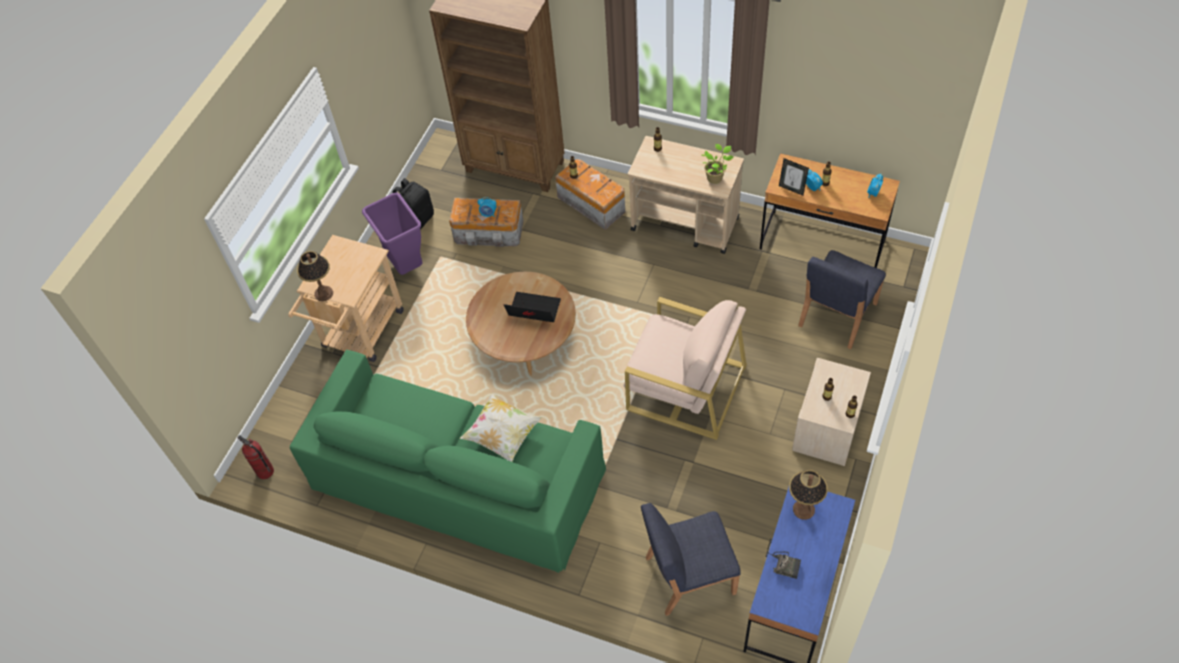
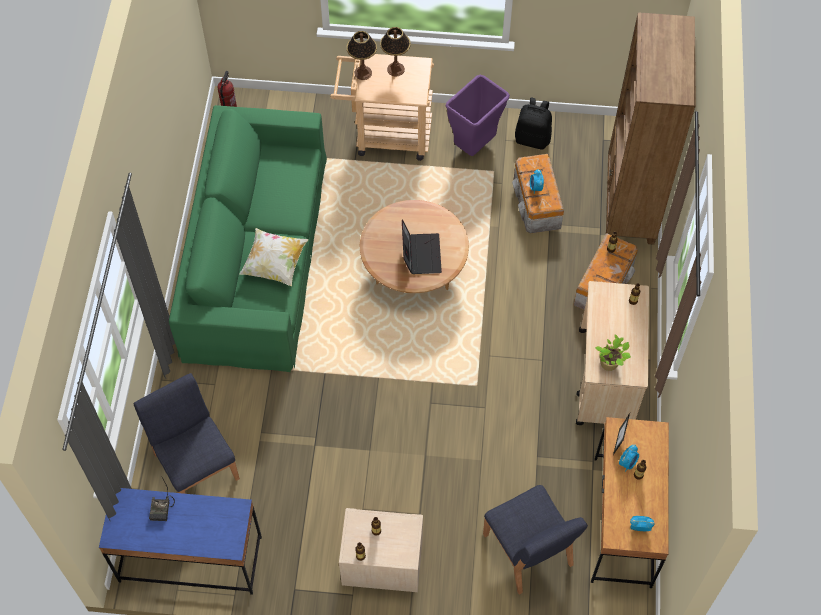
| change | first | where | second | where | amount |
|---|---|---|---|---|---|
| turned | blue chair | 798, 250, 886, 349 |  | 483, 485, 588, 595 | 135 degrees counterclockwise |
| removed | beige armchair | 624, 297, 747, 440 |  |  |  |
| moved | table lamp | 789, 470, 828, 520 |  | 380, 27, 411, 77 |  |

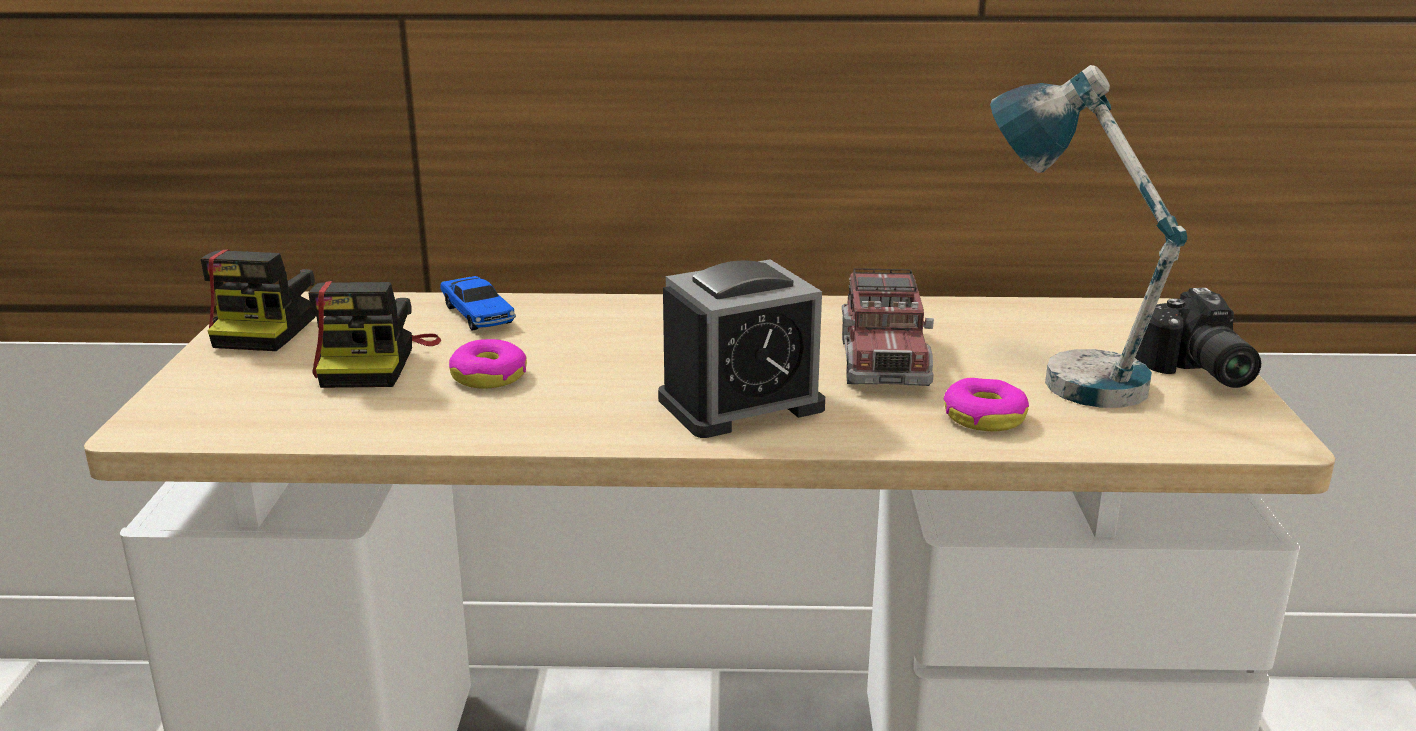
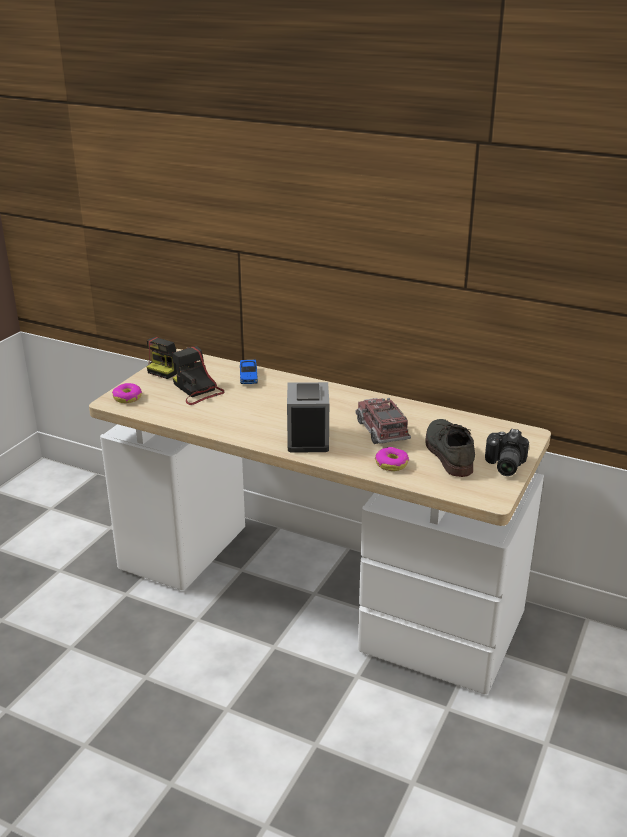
| change | first | where | second | where | amount |
|---|---|---|---|---|---|
| replaced | table lamp | 990, 65, 1187, 408 | grey shoe | 425, 419, 475, 477 |  |
| turned | alarm clock | 658, 259, 825, 438 |  | 287, 382, 329, 452 | 90 degrees counterclockwise |
| turned | toy truck | 842, 268, 934, 386 |  | 355, 398, 411, 444 | 135 degrees clockwise |
| turned | photo camera | 308, 281, 441, 388 |  | 172, 346, 225, 405 | 120 degrees clockwise |
| moved | donut | 449, 339, 527, 389 |  | 112, 383, 142, 403 |  |

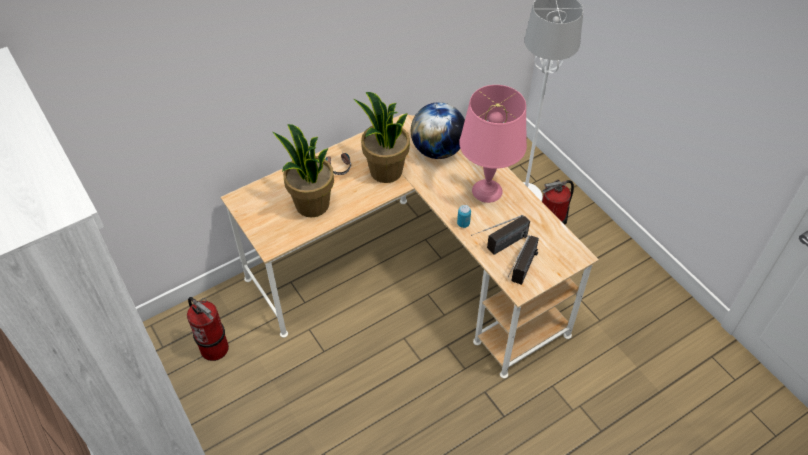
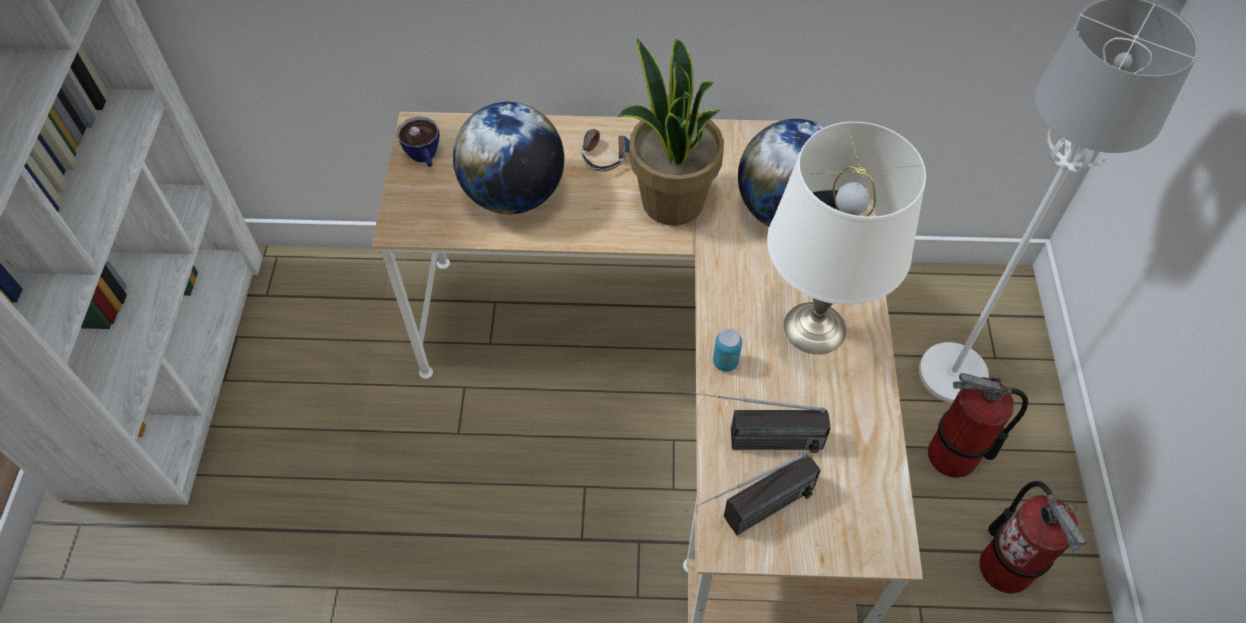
| change | first | where | second | where | amount |
|---|---|---|---|---|---|
| recoloured | pink table lamp | 459, 85, 527, 203 | white table lamp | 767, 122, 926, 355 |  |
| replaced | potted plant | 272, 124, 334, 218 | globe | 453, 102, 564, 214 |  |
| moved | fire extinguisher | 187, 297, 229, 361 |  | 980, 481, 1086, 593 |  |
| added |  |  | cup | 397, 117, 439, 167 |  |

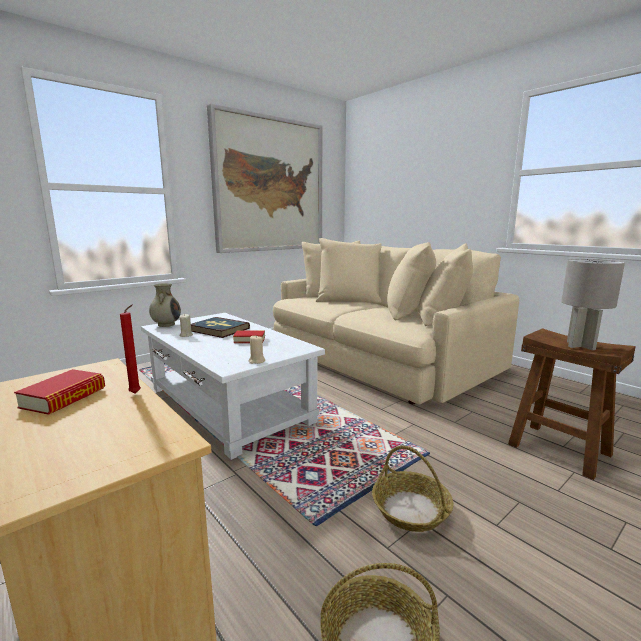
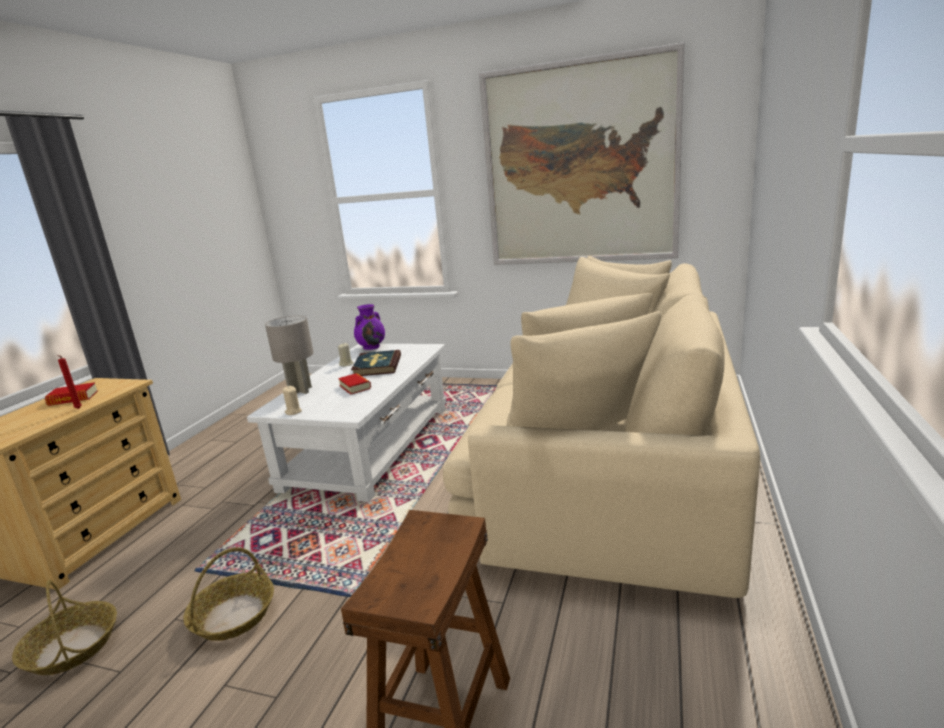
| change | first | where | second | where | amount |
|---|---|---|---|---|---|
| moved | grey table lamp | 561, 259, 625, 350 |  | 265, 316, 314, 394 |  |
| recoloured | beige vase | 149, 283, 181, 327 | purple vase | 354, 304, 385, 350 |  |

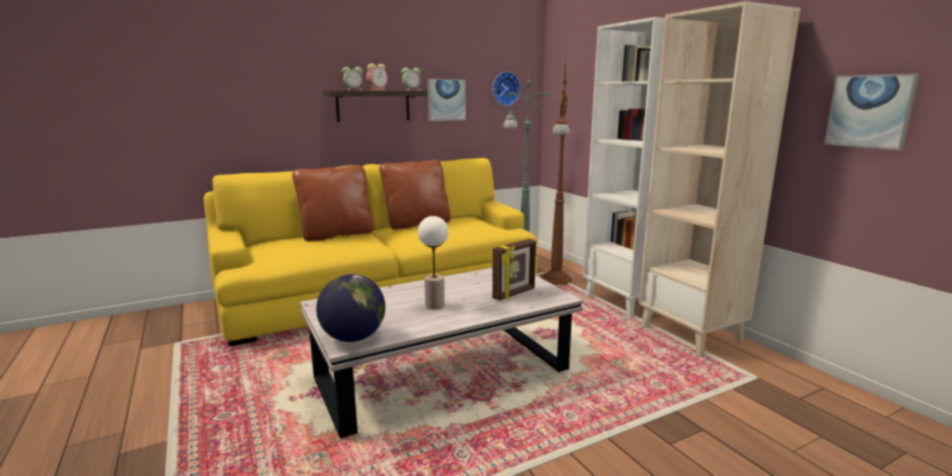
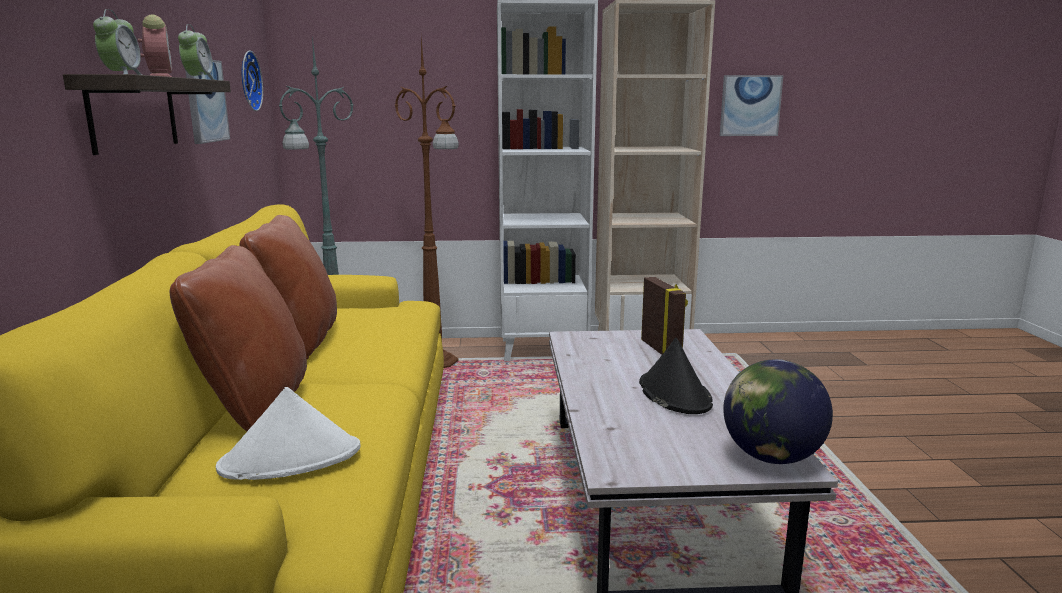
| change | first | where | second | where | amount |
|---|---|---|---|---|---|
| replaced | table lamp | 418, 216, 448, 309 | black hat | 639, 338, 713, 414 |  |
| added |  |  | white hat | 216, 387, 361, 480 |  |

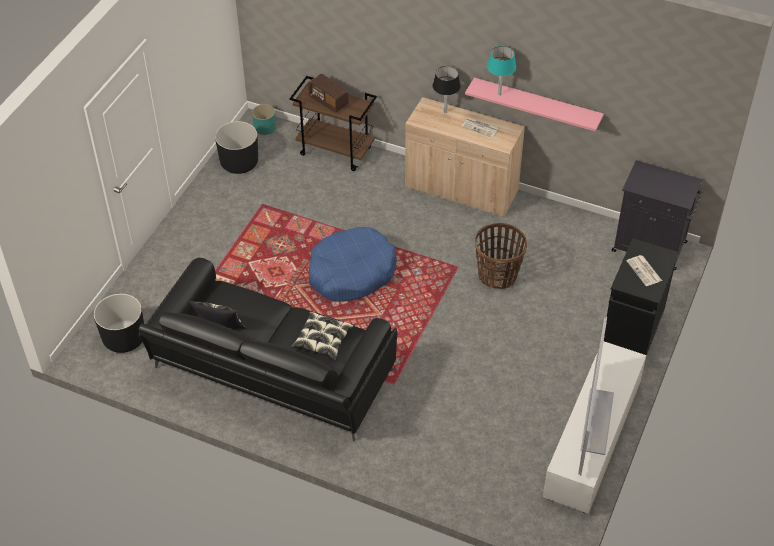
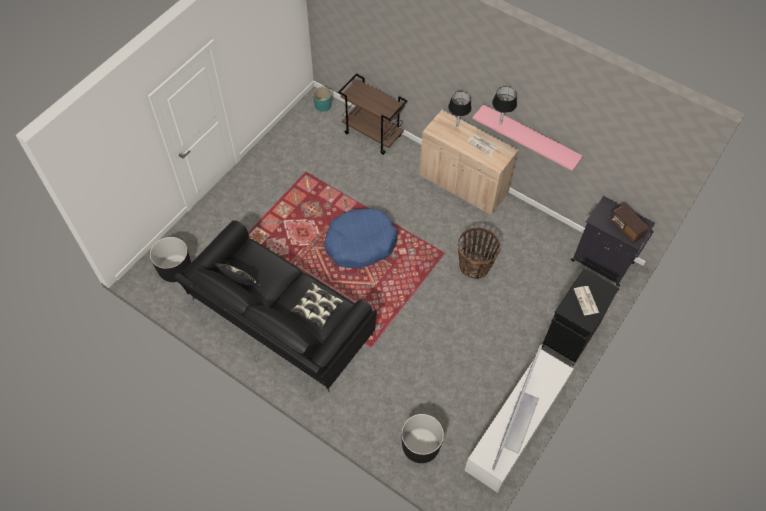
| change | first | where | second | where | amount |
|---|---|---|---|---|---|
| recoloured | turquoise table lamp | 487, 46, 516, 95 | black table lamp | 492, 86, 517, 125 |  |
| moved | radio | 308, 73, 348, 113 |  | 609, 204, 649, 244 |  |
| moved | black planter | 215, 121, 258, 174 |  | 401, 414, 444, 463 |  |

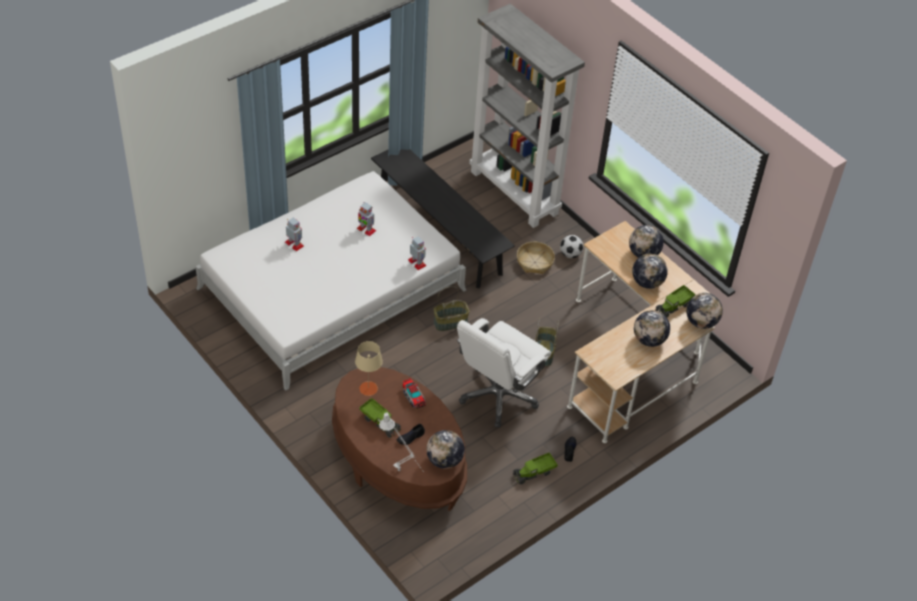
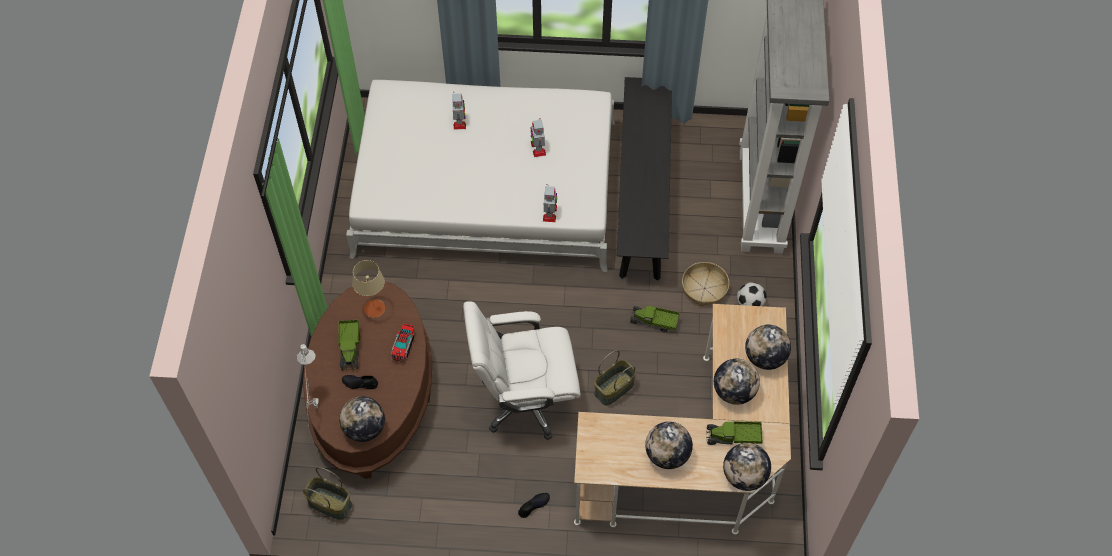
| change | first | where | second | where | amount |
|---|---|---|---|---|---|
| moved | basket | 434, 286, 470, 331 |  | 303, 467, 352, 520 |  |
| moved | toy truck | 513, 452, 558, 484 |  | 630, 306, 680, 332 |  |

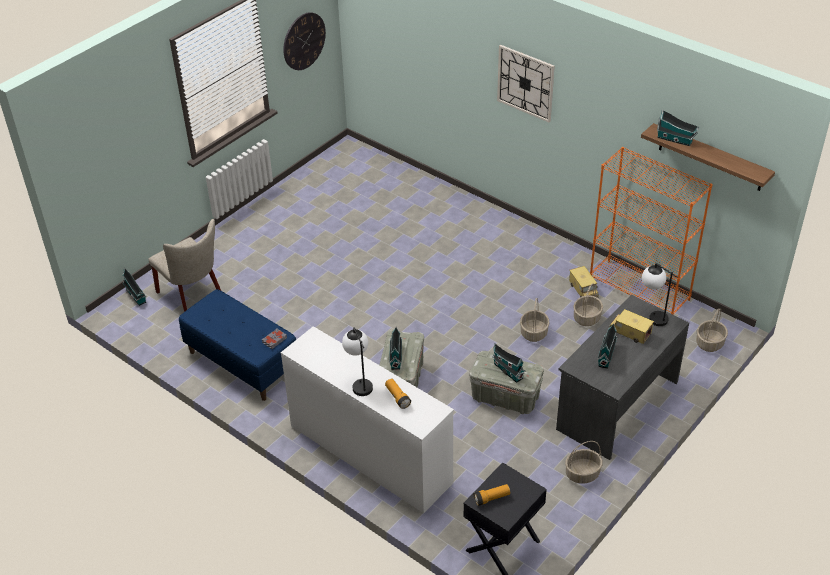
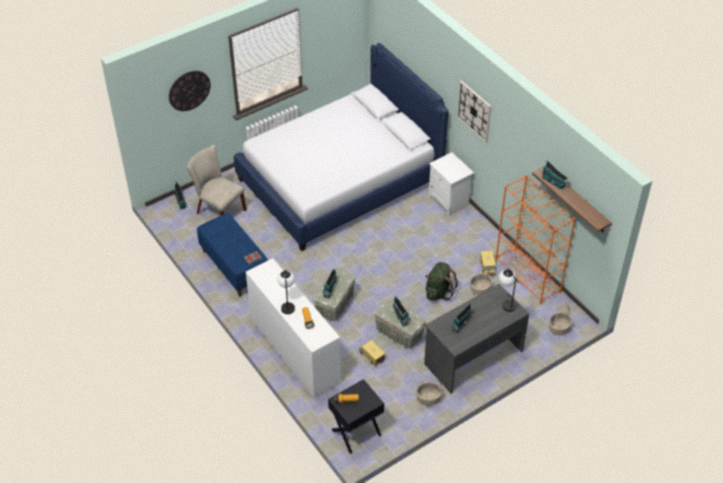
| change | first | where | second | where | amount |
|---|---|---|---|---|---|
| moved | wall clock | 283, 12, 326, 70 |  | 169, 71, 211, 111 |  |
| turned | beige chair | 148, 219, 221, 312 |  | 187, 145, 246, 216 | 150 degrees clockwise |
| replaced | basket | 520, 298, 549, 342 | green backpack | 425, 262, 458, 301 |  |
| moved | toy truck | 609, 309, 654, 344 |  | 359, 340, 386, 366 |  |
| added |  |  | bed | 234, 43, 448, 251 |  |
| added |  |  | white nightstand | 428, 152, 474, 217 |  |

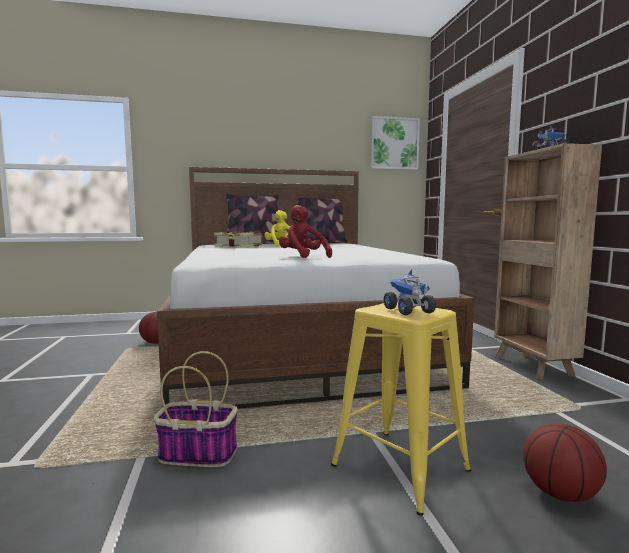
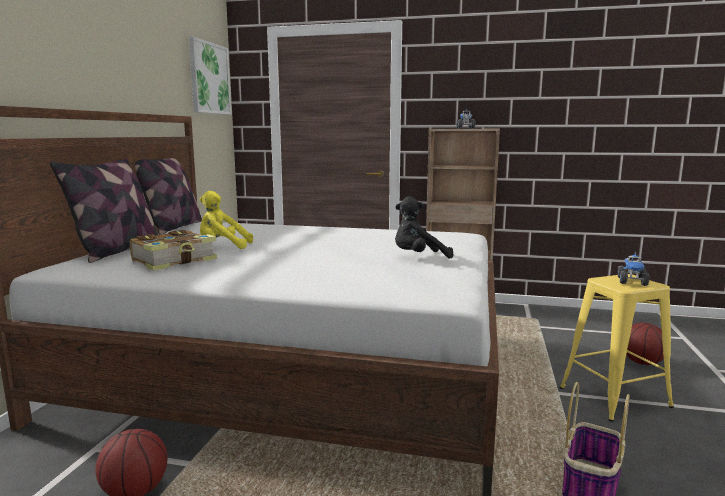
| change | first | where | second | where | amount |
|---|---|---|---|---|---|
| recoloured | red plush toy | 279, 205, 332, 258 | black plush toy | 395, 196, 454, 259 |  |
| turned | toy truck | 383, 270, 436, 315 |  | 617, 251, 649, 286 | 75 degrees counterclockwise |

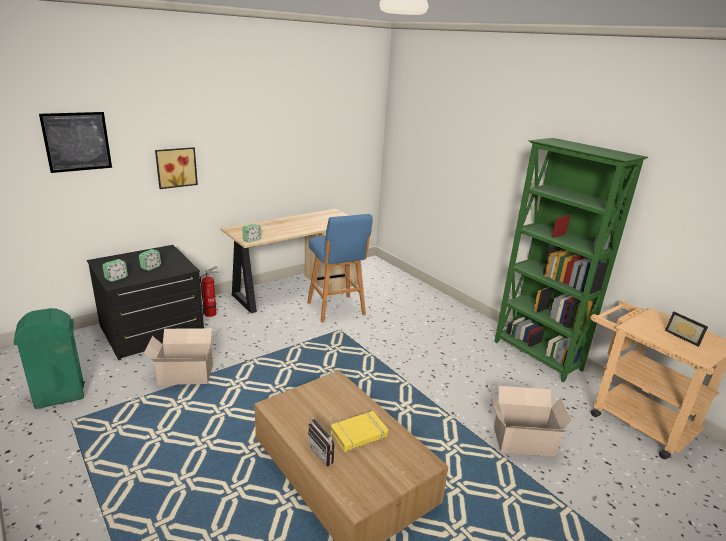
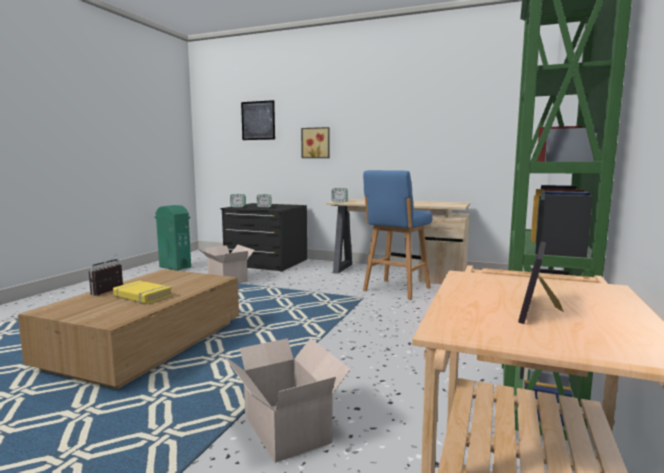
| change | first | where | second | where | amount |
|---|---|---|---|---|---|
| removed | fire extinguisher | 200, 266, 218, 317 |  |  |  |

